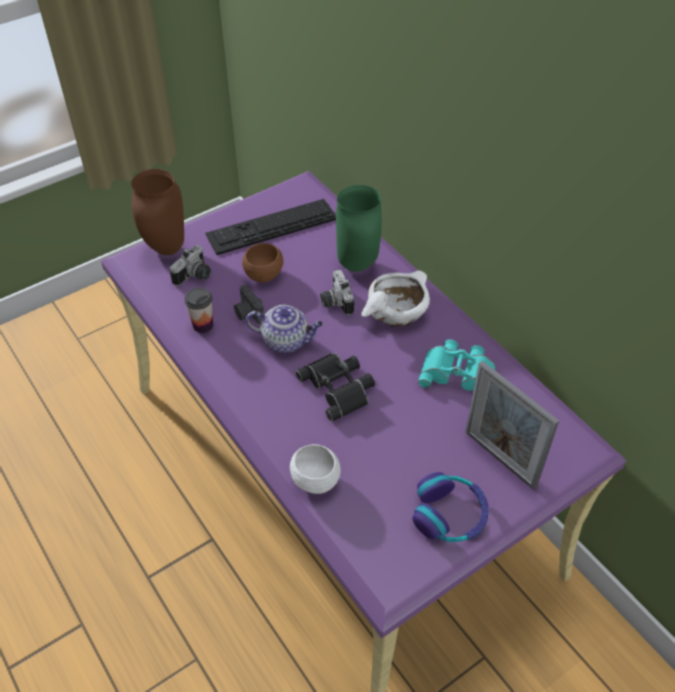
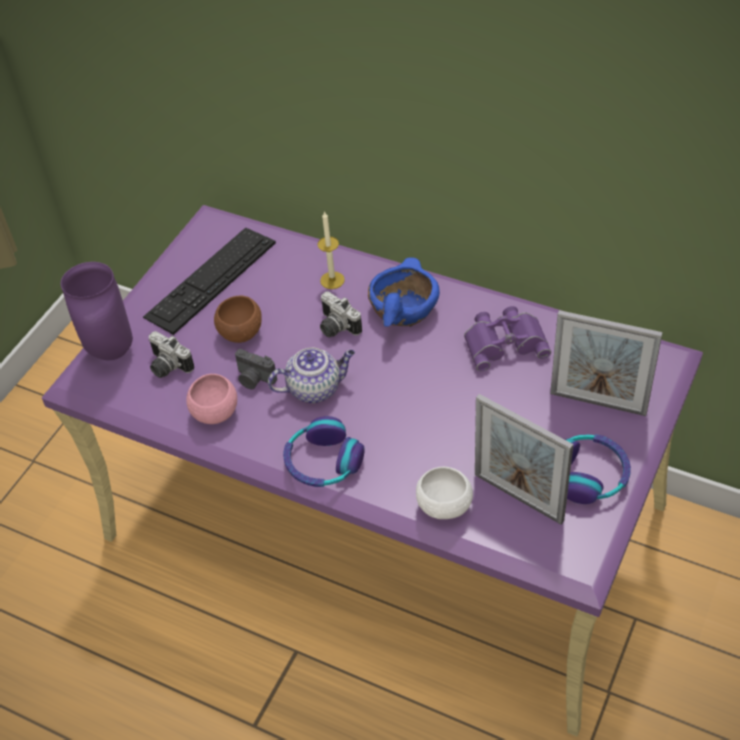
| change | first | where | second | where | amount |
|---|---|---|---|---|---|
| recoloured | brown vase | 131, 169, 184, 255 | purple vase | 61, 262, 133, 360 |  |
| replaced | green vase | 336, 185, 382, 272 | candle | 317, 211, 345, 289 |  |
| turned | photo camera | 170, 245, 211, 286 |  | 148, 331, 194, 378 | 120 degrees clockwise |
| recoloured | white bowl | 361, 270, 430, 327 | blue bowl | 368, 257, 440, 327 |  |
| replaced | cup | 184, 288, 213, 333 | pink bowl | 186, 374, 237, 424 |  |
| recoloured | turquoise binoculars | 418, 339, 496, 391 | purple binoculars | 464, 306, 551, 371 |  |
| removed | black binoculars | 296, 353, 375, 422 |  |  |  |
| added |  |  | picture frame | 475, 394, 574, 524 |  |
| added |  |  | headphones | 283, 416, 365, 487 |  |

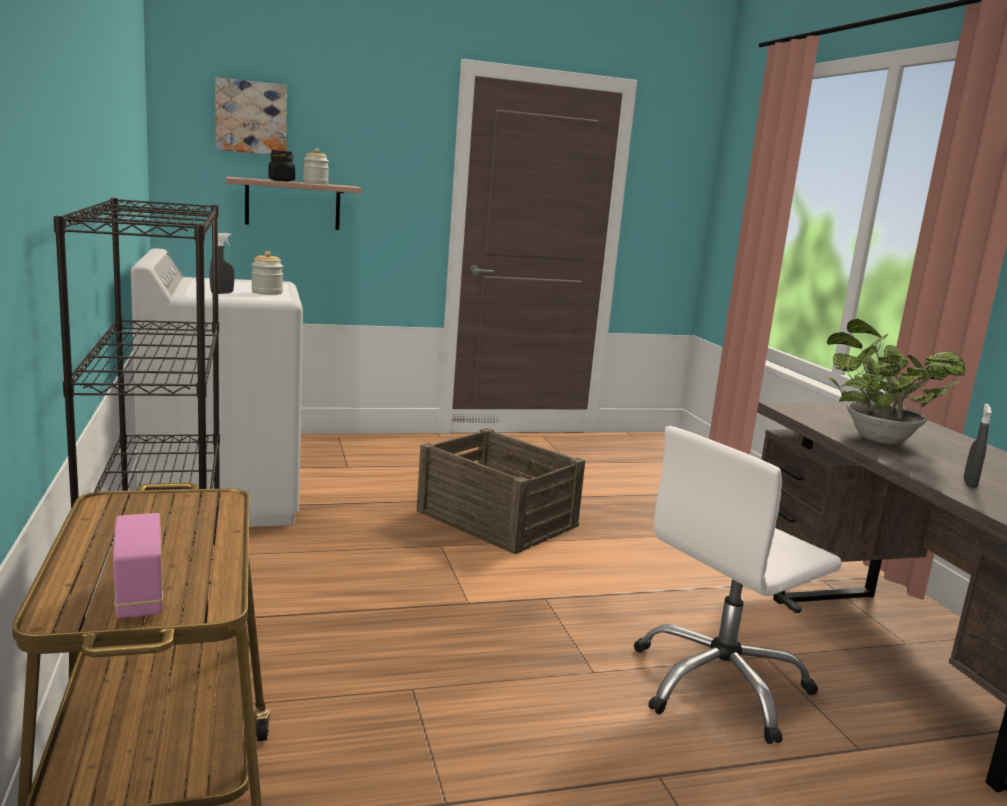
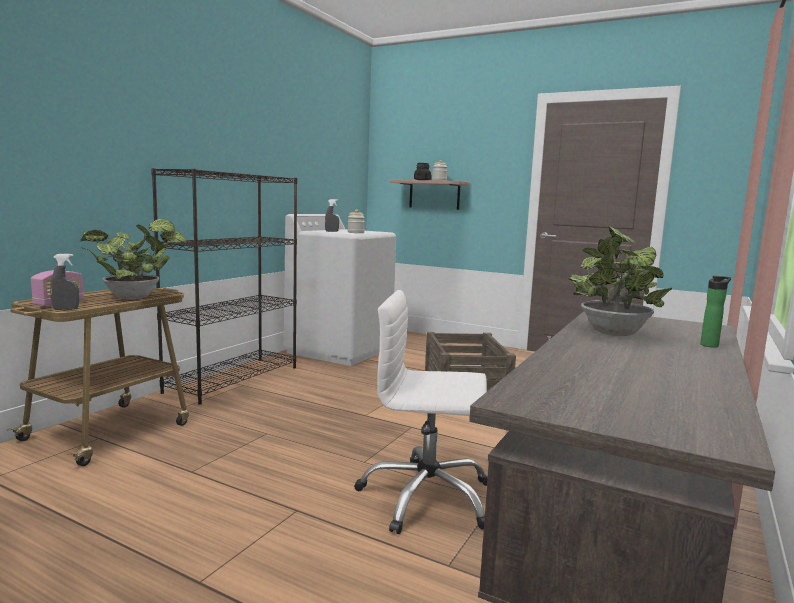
| change | first | where | second | where | amount |
|---|---|---|---|---|---|
| removed | picture | 215, 77, 287, 154 |  |  |  |
| moved | grey spray bottle | 963, 404, 992, 488 |  | 50, 254, 79, 310 |  |
| added |  |  | potted plant | 80, 218, 187, 300 |  |
| added |  |  | bottle | 700, 276, 731, 348 |  |

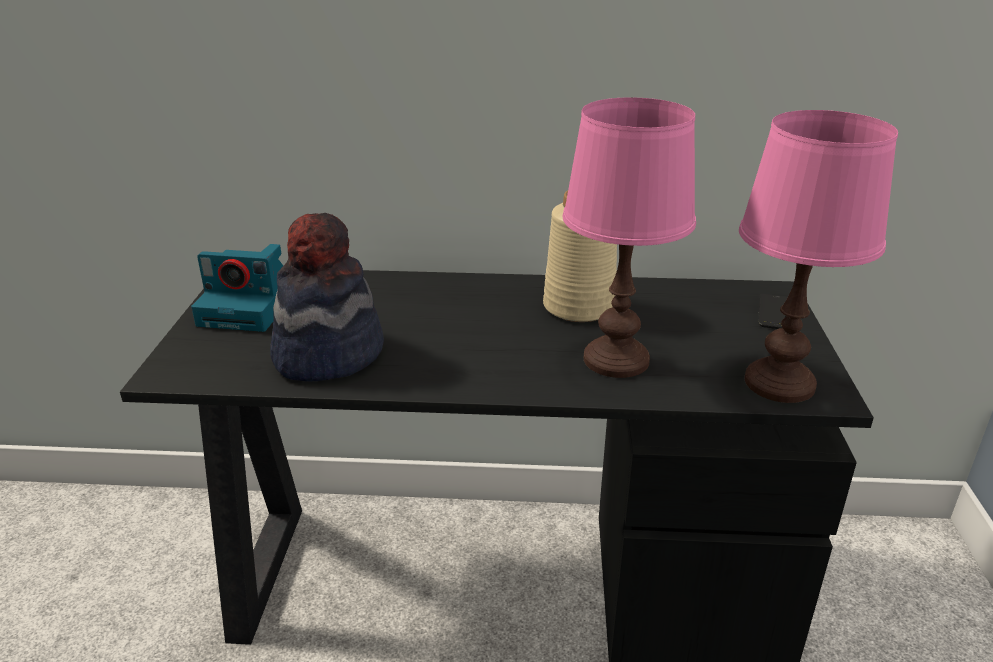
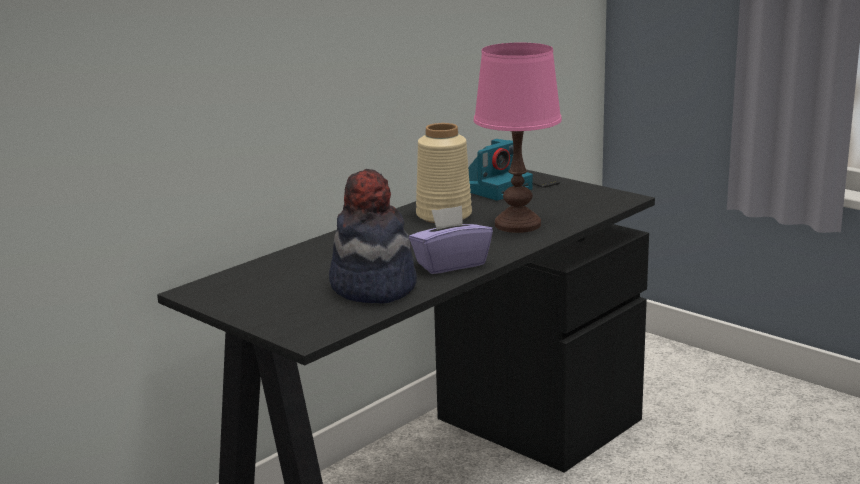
| change | first | where | second | where | amount |
|---|---|---|---|---|---|
| removed | pink table lamp | 739, 110, 898, 403 |  |  |  |
| moved | photo camera | 191, 244, 283, 332 |  | 468, 139, 533, 201 |  |
| added |  |  | purple tissue box | 409, 205, 493, 274 |  |

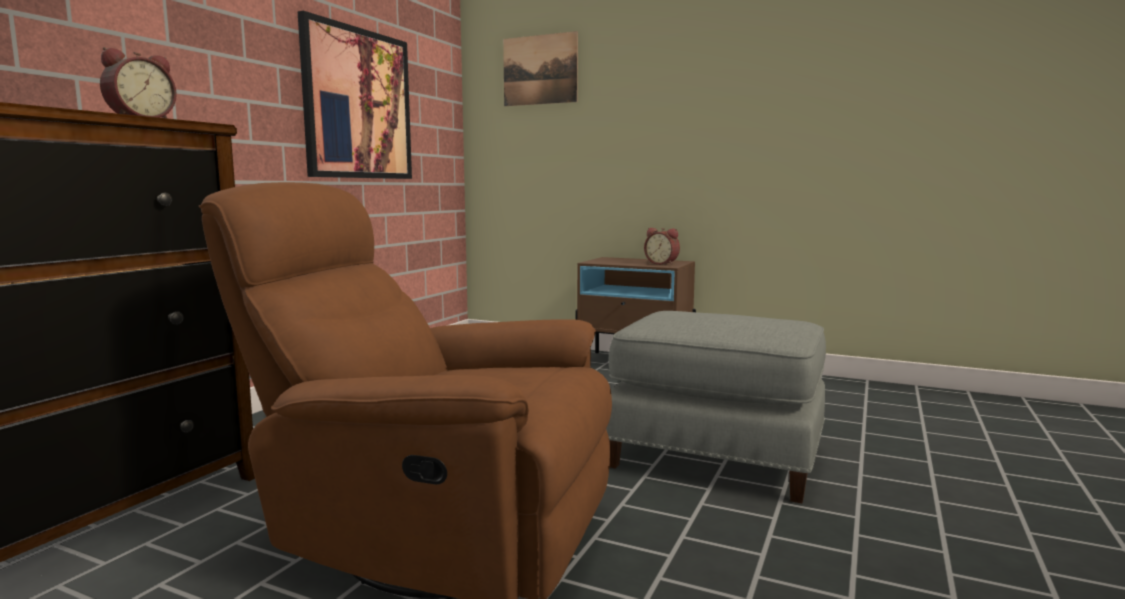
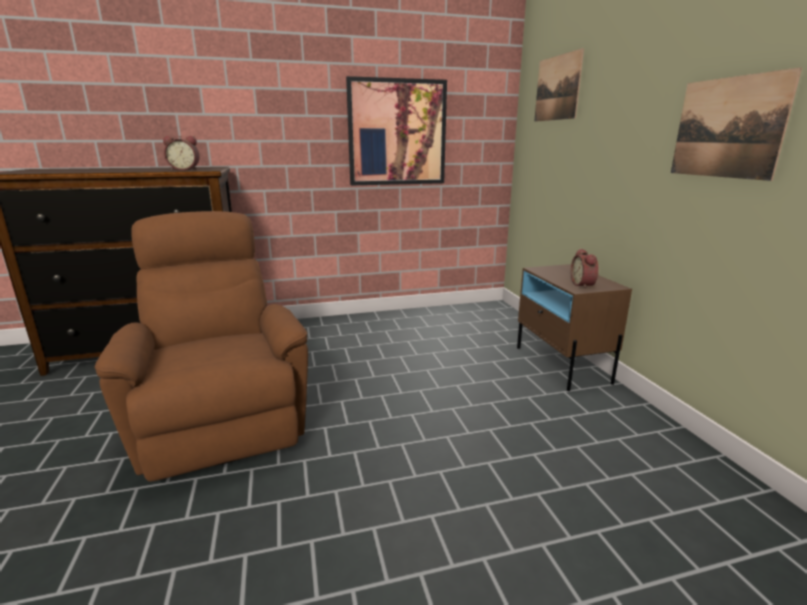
| change | first | where | second | where | amount |
|---|---|---|---|---|---|
| removed | grey ottoman | 606, 311, 826, 503 |  |  |  |
| added |  |  | picture | 671, 67, 802, 181 |  |

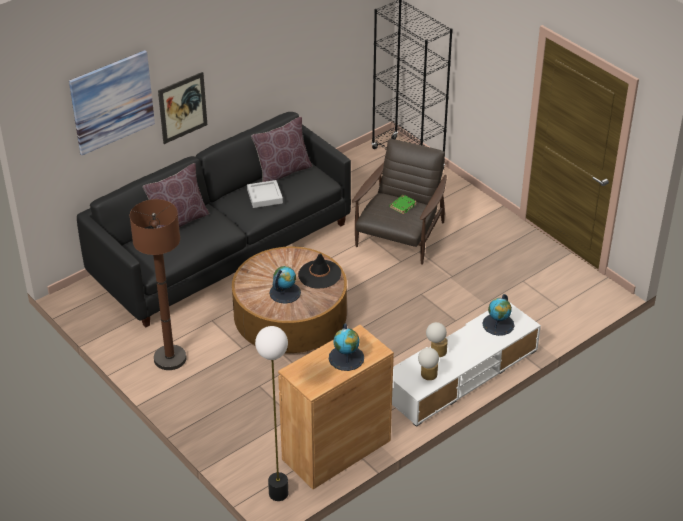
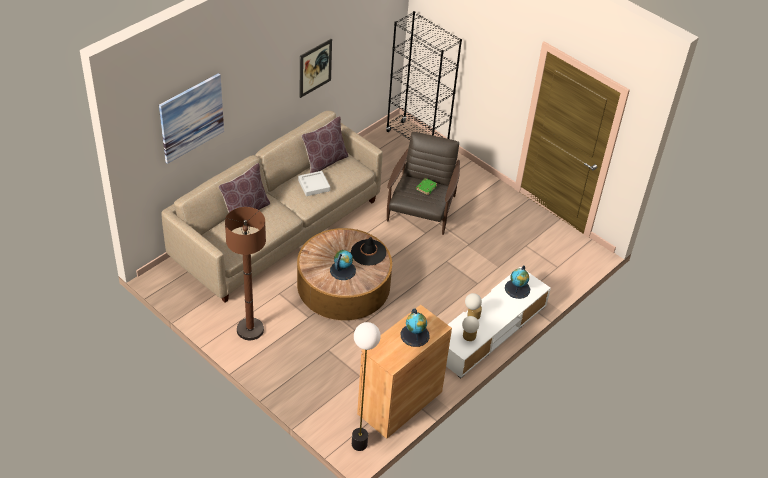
| change | first | where | second | where | amount |
|---|---|---|---|---|---|
| moved | picture | 158, 72, 207, 144 |  | 300, 38, 332, 98 |  |
| recoloured | black sofa | 77, 112, 351, 327 | beige sofa | 162, 111, 383, 302 |  |

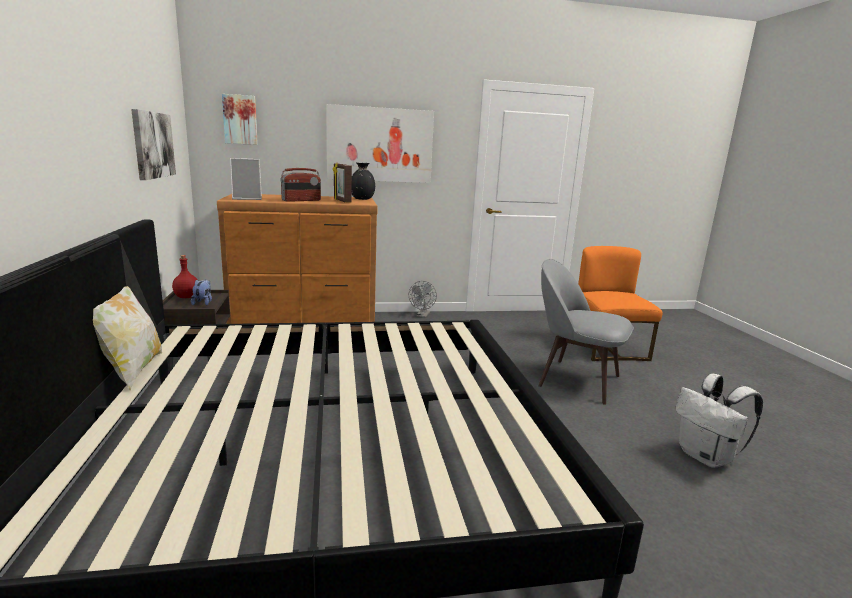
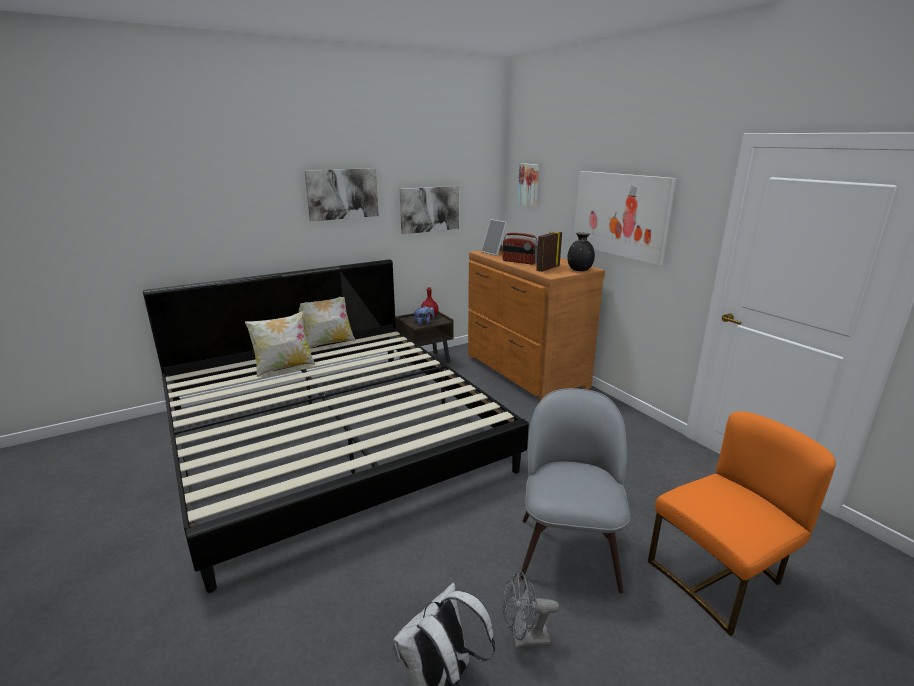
| change | first | where | second | where | amount |
|---|---|---|---|---|---|
| moved | grey fan | 409, 281, 437, 318 |  | 503, 570, 559, 648 |  |
| added |  |  | picture | 304, 168, 379, 221 |  |
| added |  |  | pillow | 245, 311, 315, 377 |  |

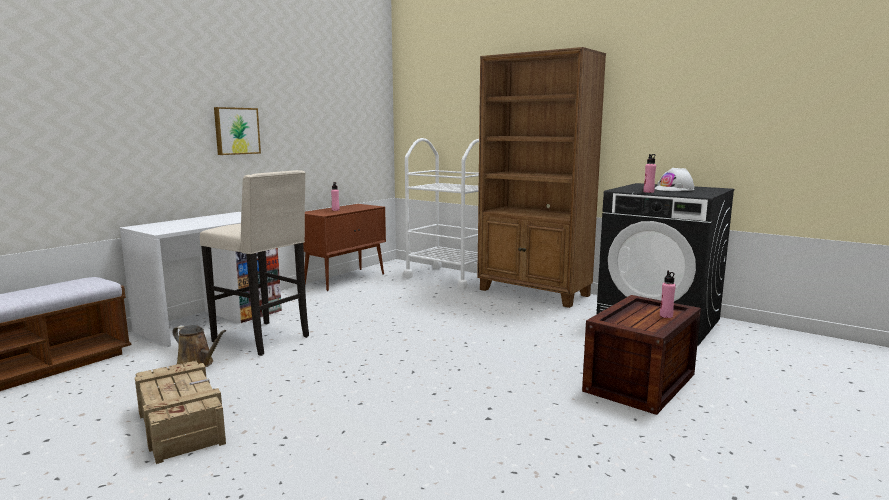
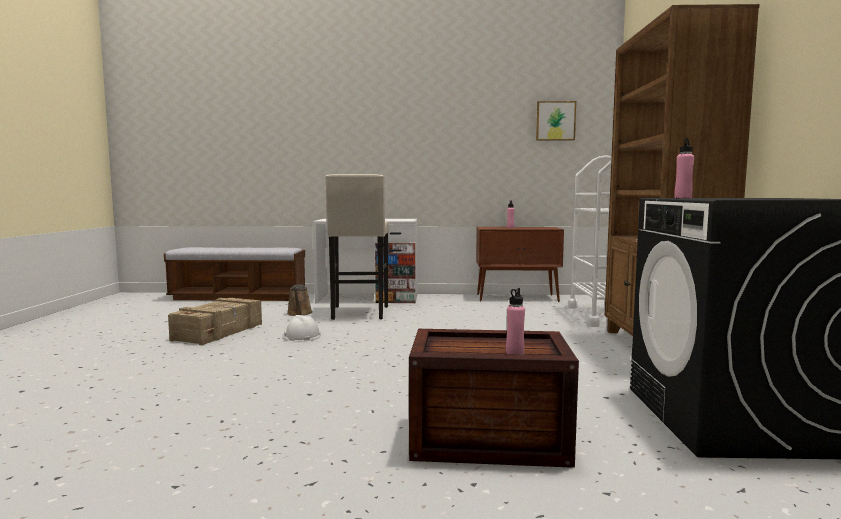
| change | first | where | second | where | amount |
|---|---|---|---|---|---|
| moved | picture | 214, 107, 261, 155 |  | 536, 101, 576, 141 |  |
| moved | white hard hat | 655, 168, 694, 191 |  | 282, 315, 321, 341 |  |

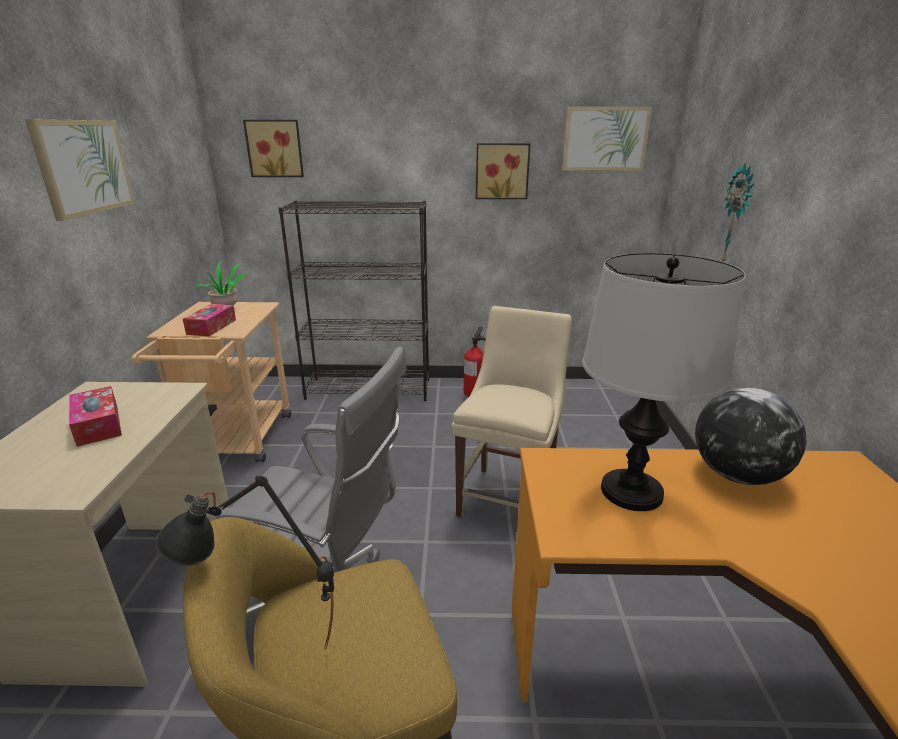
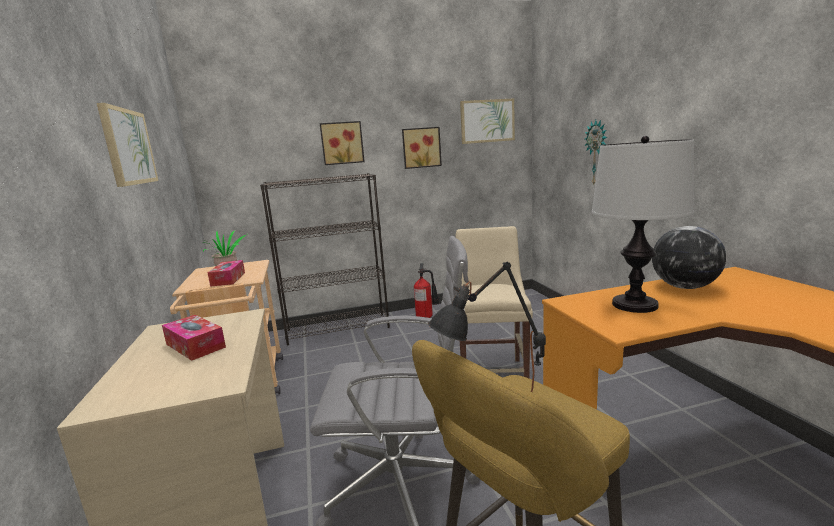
| change | first | where | second | where | amount |
|---|---|---|---|---|---|
| moved | picture | 243, 120, 304, 177 |  | 320, 121, 365, 165 |  |

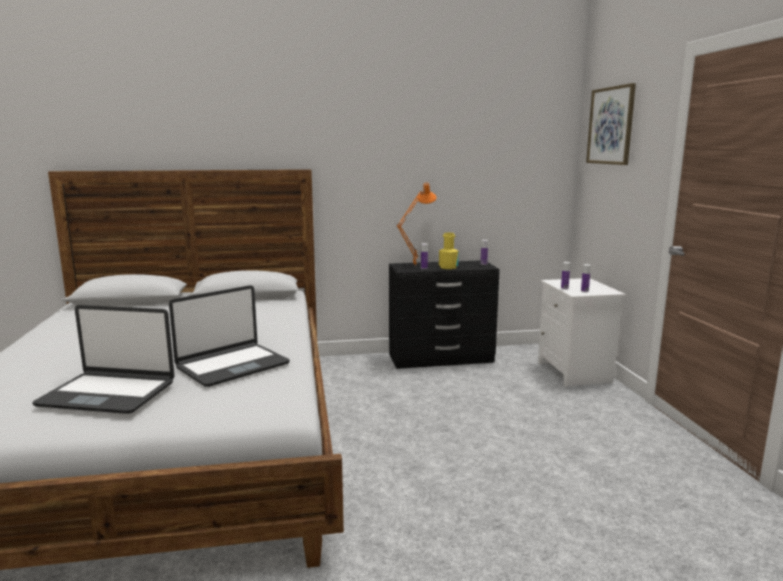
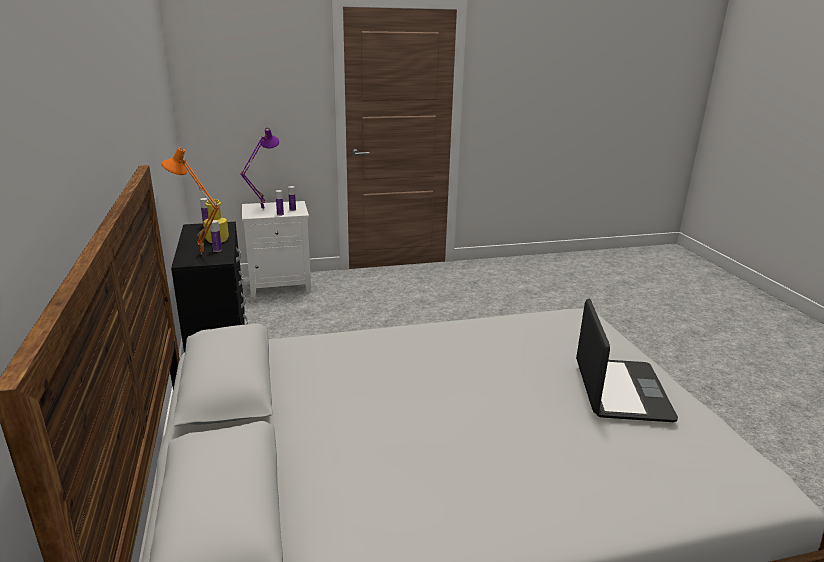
| change | first | where | second | where | amount |
|---|---|---|---|---|---|
| removed | picture | 586, 83, 636, 165 |  |  |  |
| removed | laptop | 169, 285, 290, 387 |  |  |  |
| added |  |  | purple table lamp | 240, 127, 279, 211 |  |

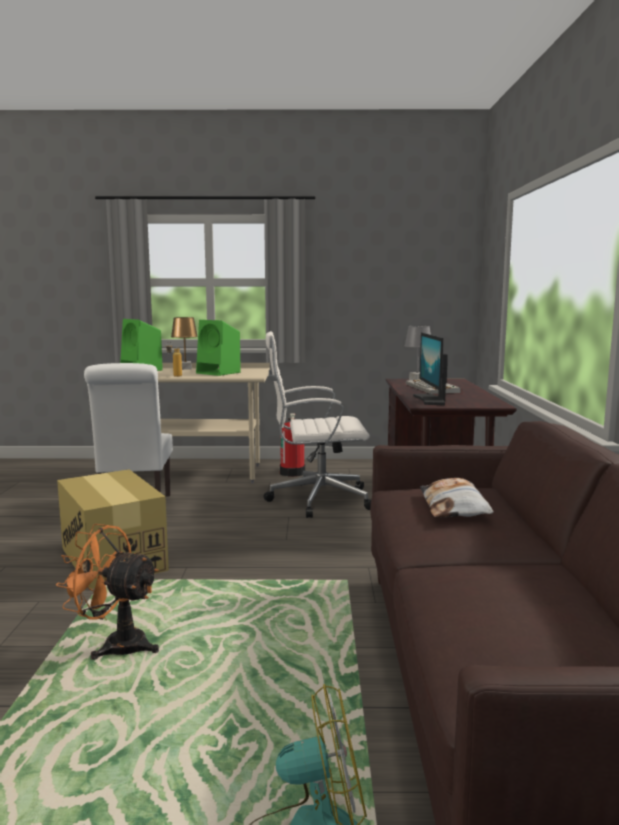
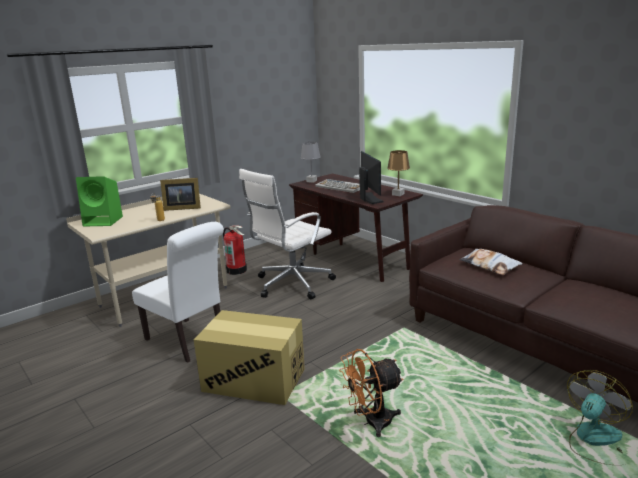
| change | first | where | second | where | amount |
|---|---|---|---|---|---|
| moved | brown table lamp | 171, 317, 198, 370 |  | 387, 150, 410, 196 |  |
| replaced | green speaker | 196, 320, 241, 376 | picture frame | 160, 178, 201, 211 |  |
| turned | monitor | 413, 333, 448, 405 |  | 359, 151, 383, 204 | 150 degrees counterclockwise |

